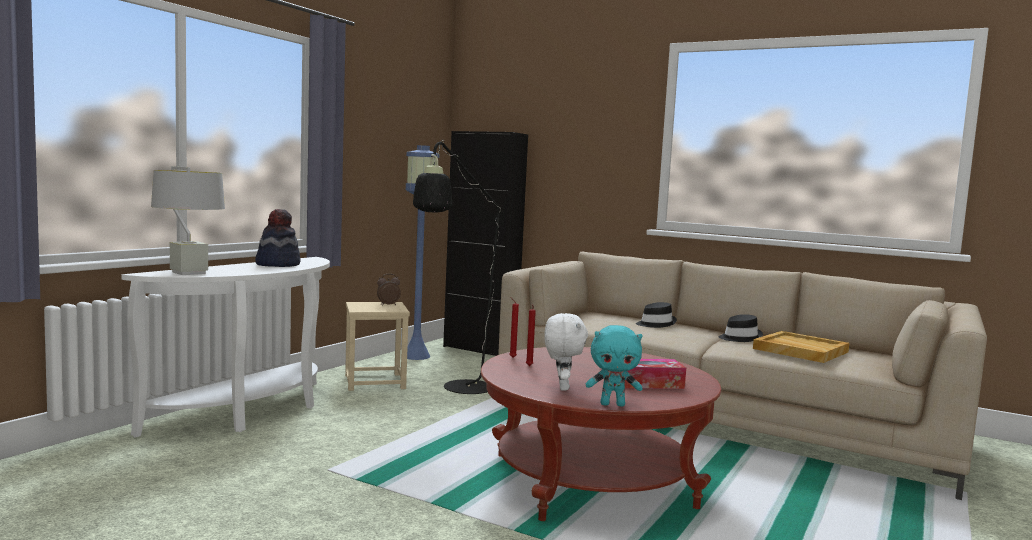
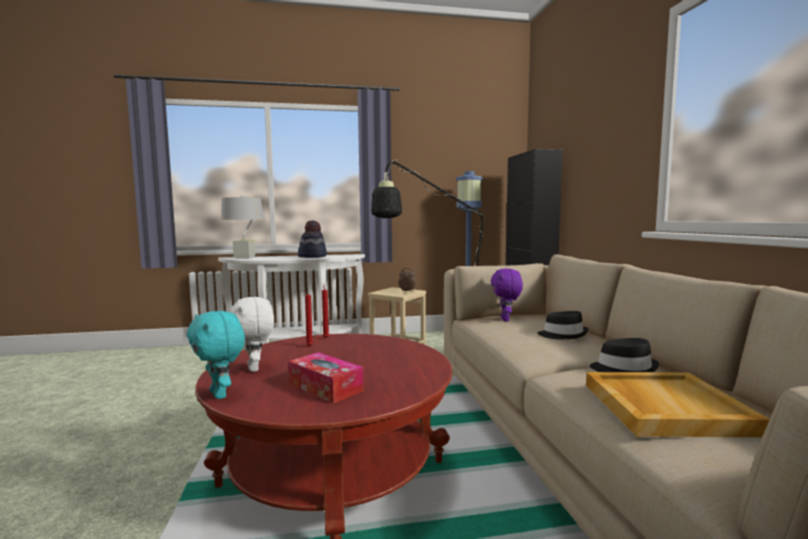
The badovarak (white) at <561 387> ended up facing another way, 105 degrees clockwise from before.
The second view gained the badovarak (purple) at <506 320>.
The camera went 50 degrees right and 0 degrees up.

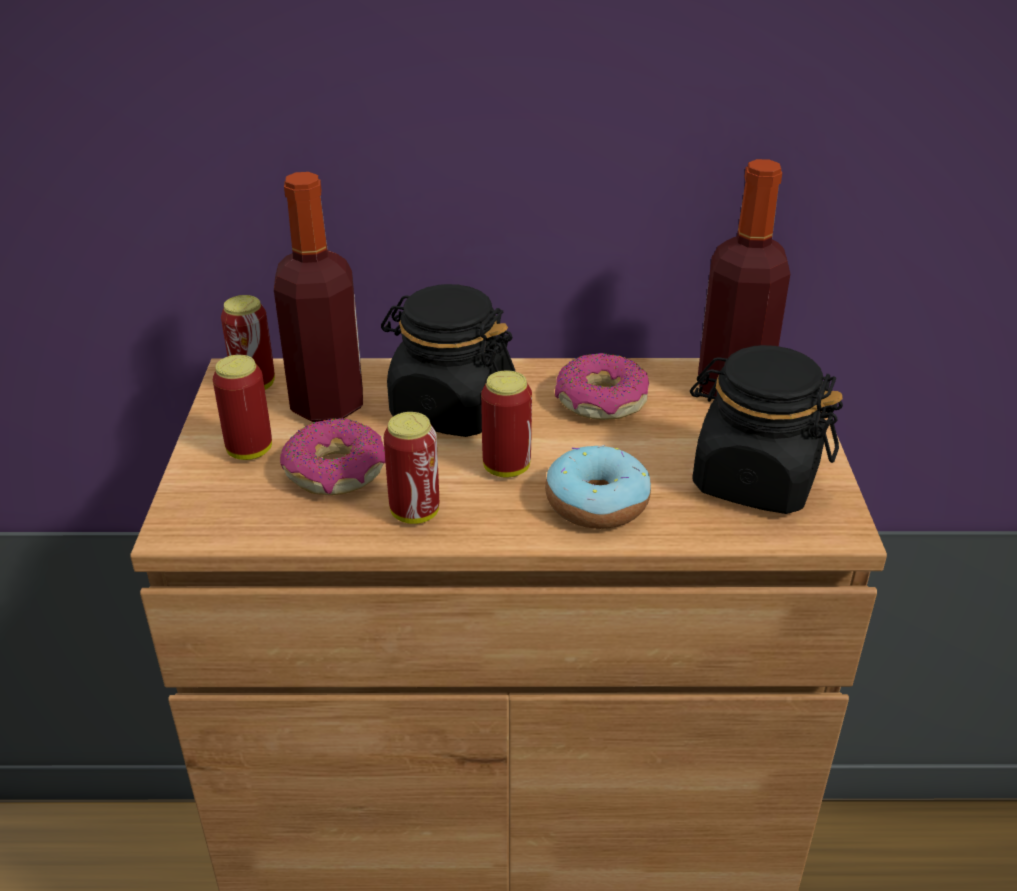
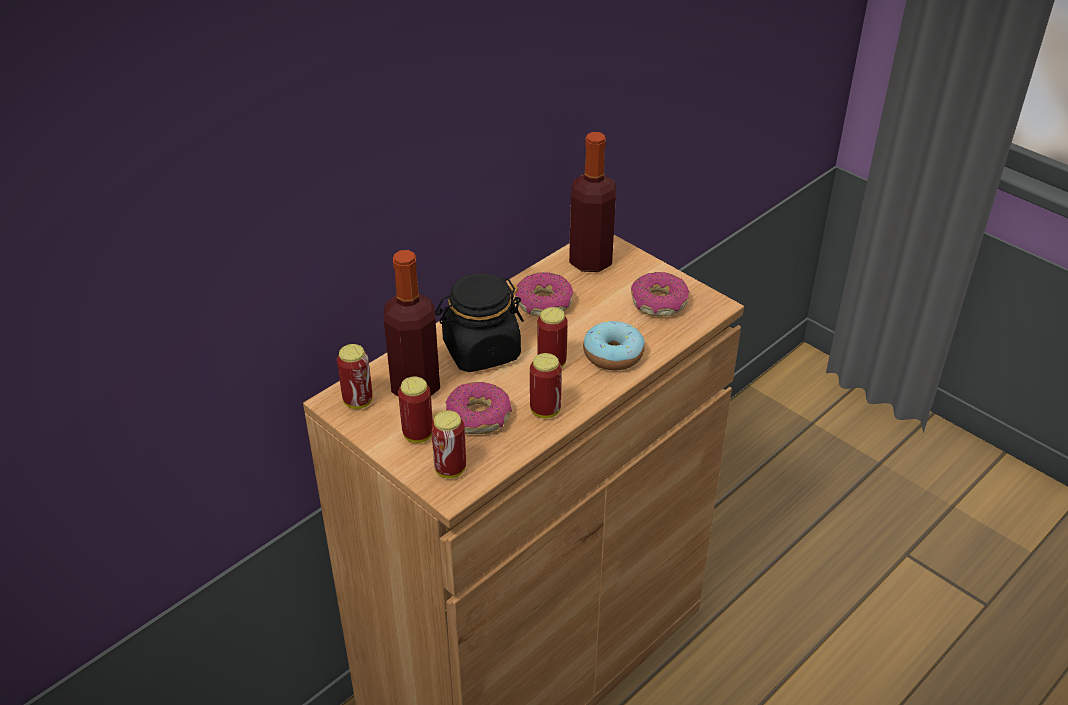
Where the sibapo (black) stood at <754 480>, the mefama came to stand at <658 303>.
The second view gained the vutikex at <450 469>.
The camera went 45 degrees left and 5 degrees up.

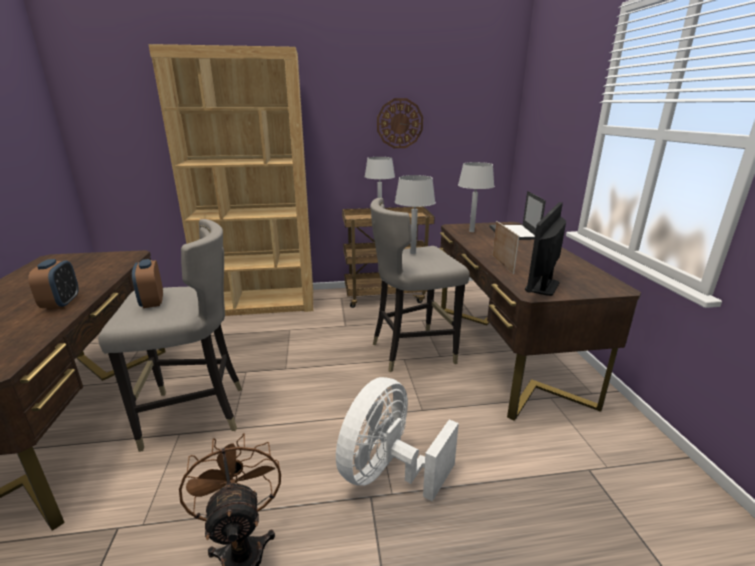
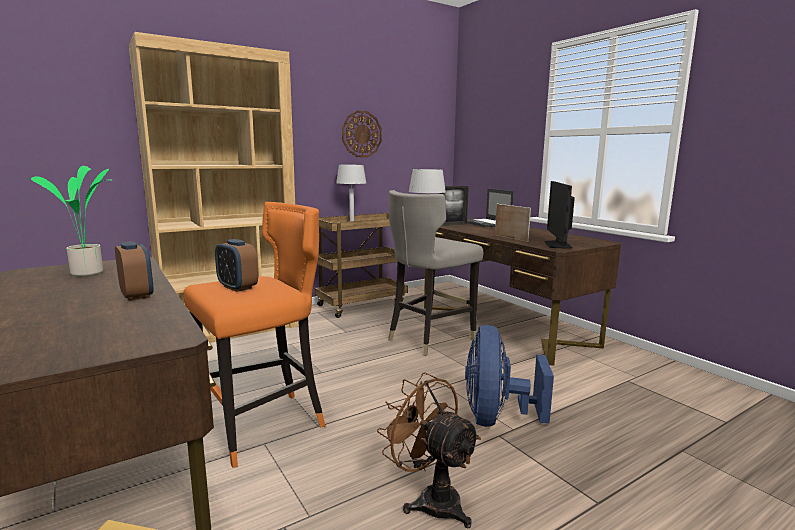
What was the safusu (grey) at <196 414> turned into the safusu (orange) at <264 425>.
What was the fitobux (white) at <388 472> turned into the fitobux (blue) at <496 418>.
Where the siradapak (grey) stood at <472 231>, the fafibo came to stand at <453 224>.
The second view gained the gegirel at <89 273>.
The camera went 25 degrees left and 10 degrees down.

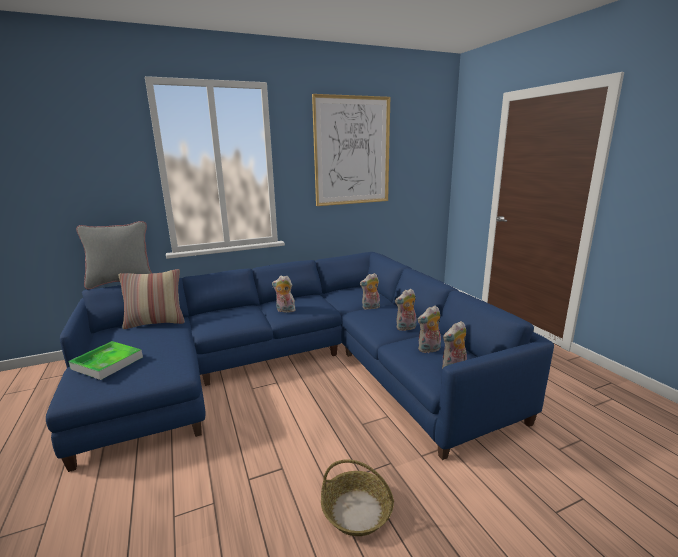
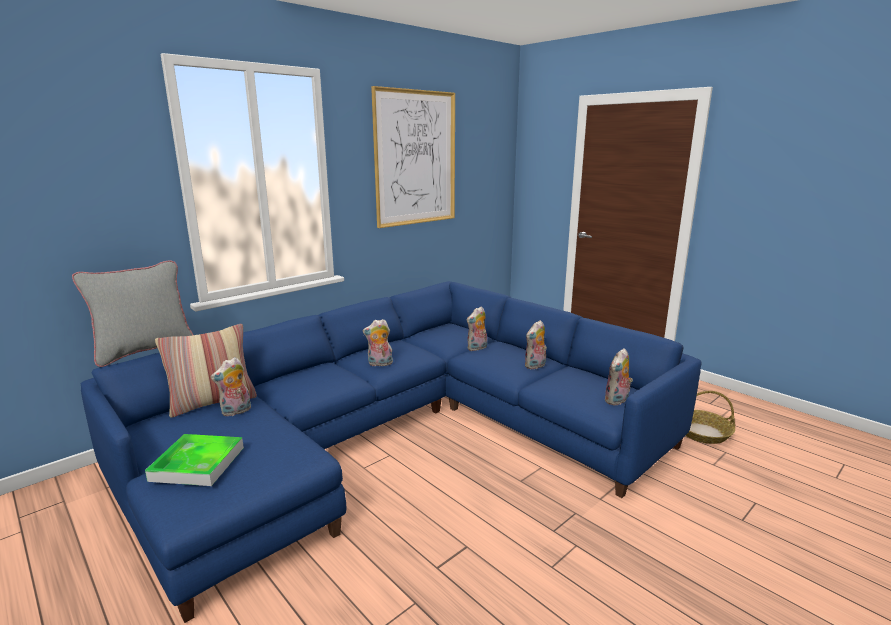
The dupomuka ended up elsewhere, having gone from <357 510> to <702 432>.
The badovarak ended up elsewhere, having gone from <429 350> to <236 412>.
The camera went 20 degrees left and 0 degrees up.

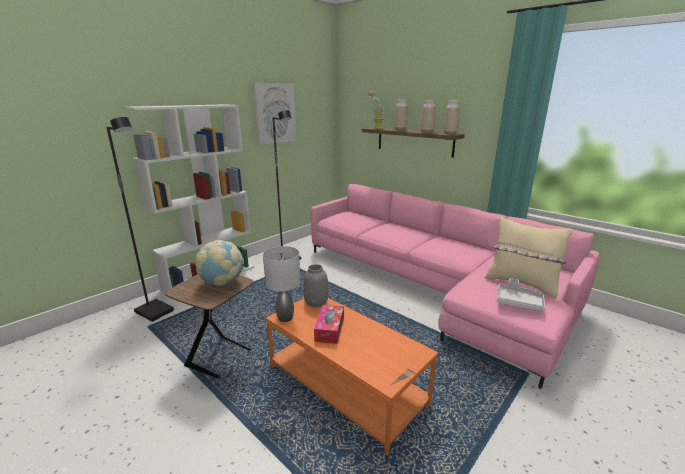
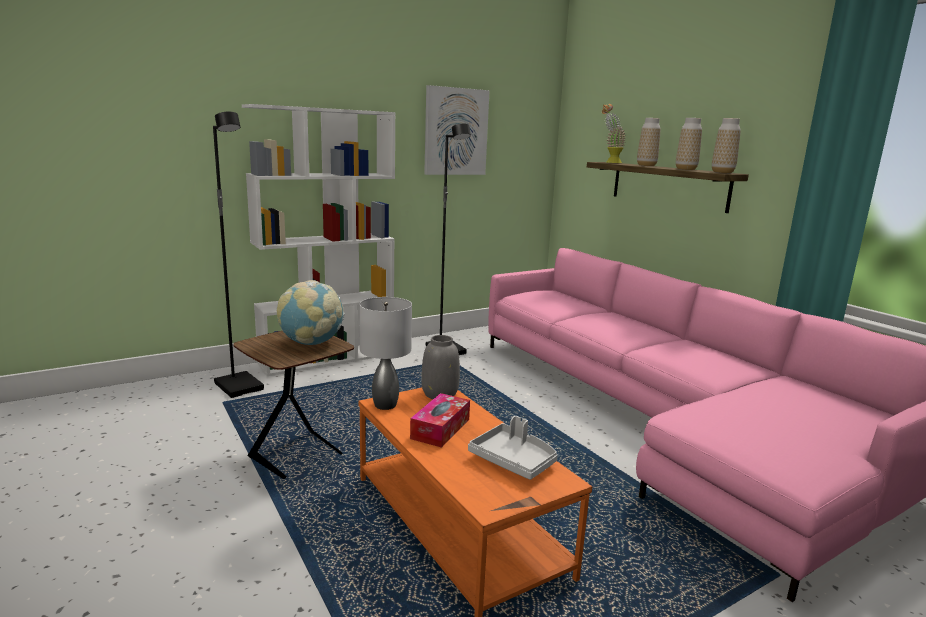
The second view lost the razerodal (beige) at <521 284>.
The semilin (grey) ended up elsewhere, having gone from <518 302> to <514 460>.
The camera went 15 degrees right and 5 degrees down.

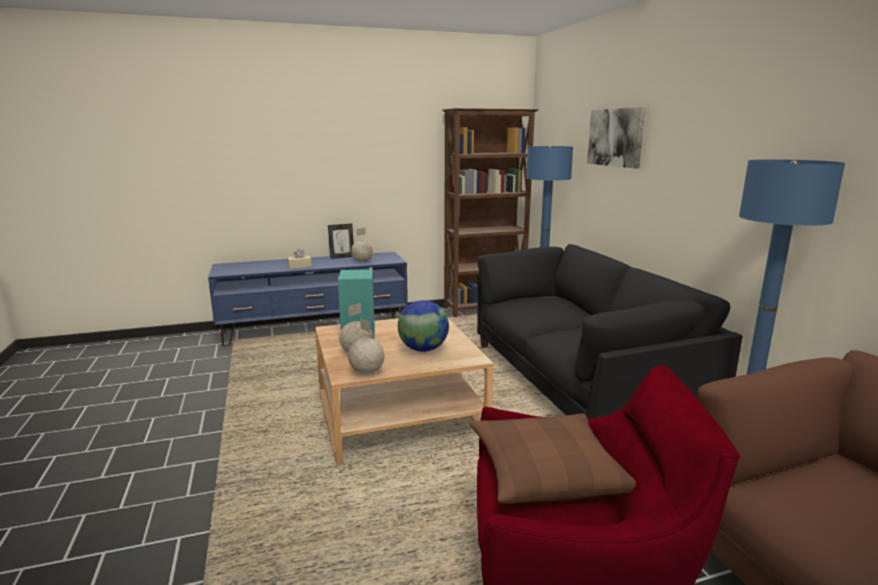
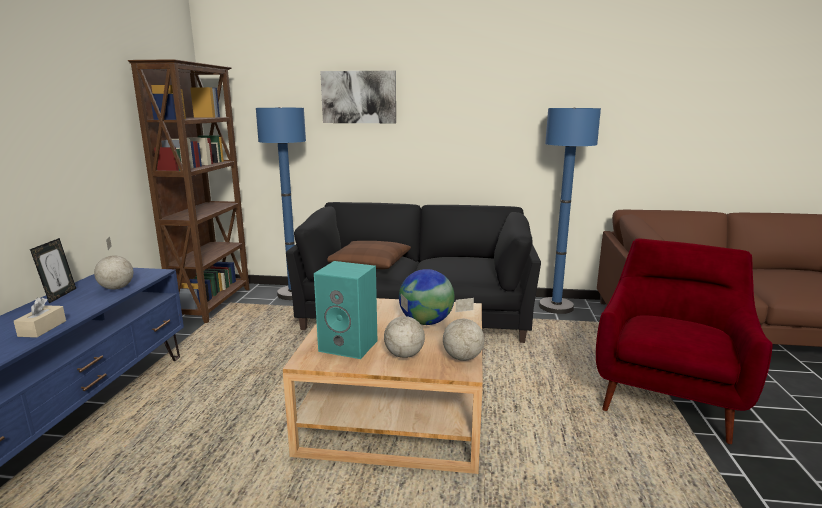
The razerodal (brown) ended up elsewhere, having gone from <546 470> to <369 263>.
The camera went 65 degrees left and 0 degrees up.

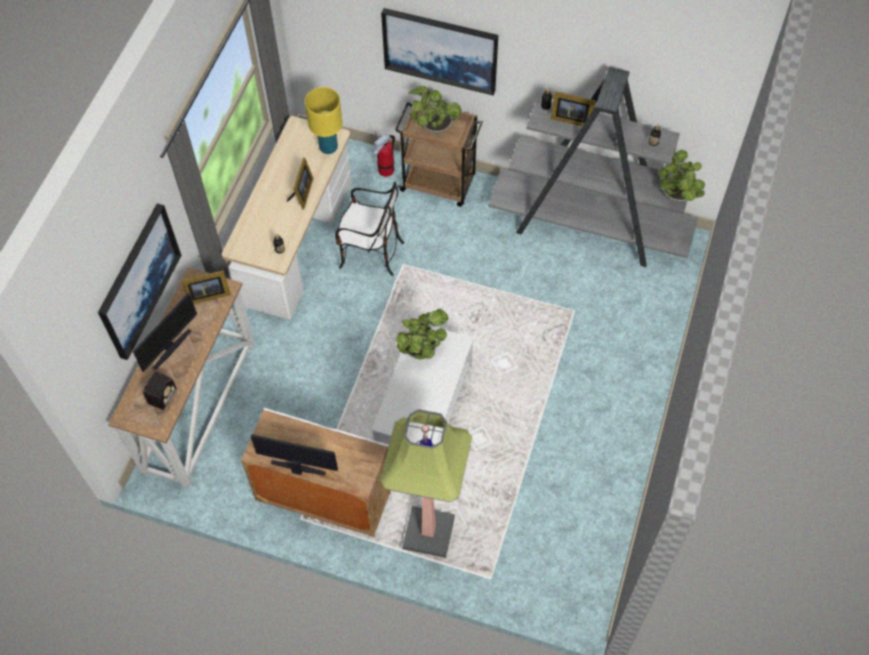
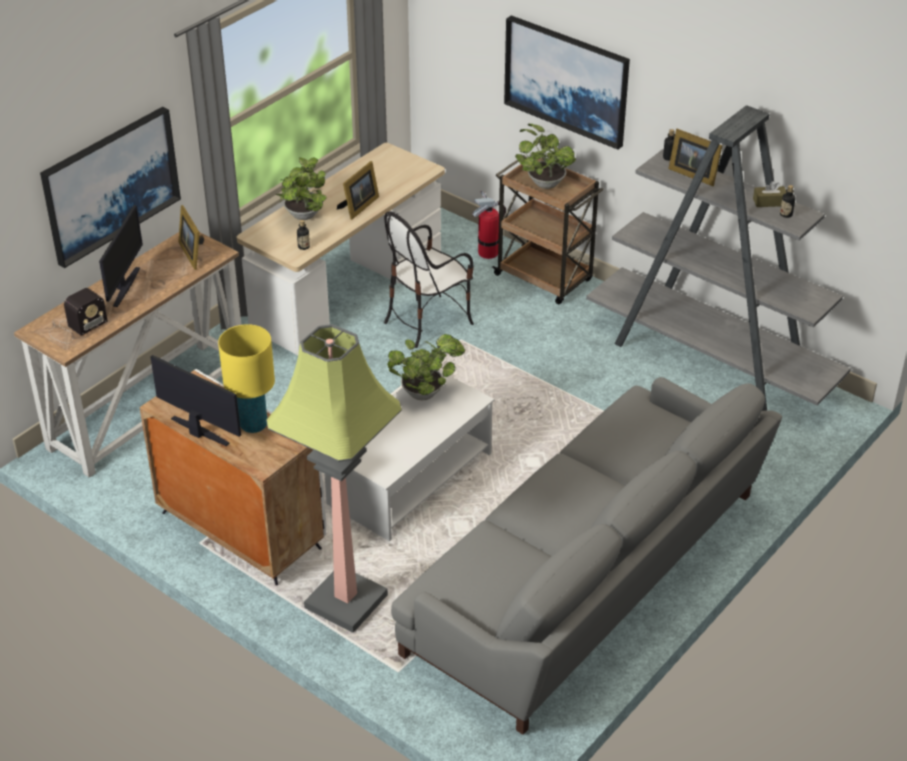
The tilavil at <171 348> ended up facing another way, 45 degrees counterclockwise from before.
The fafibo at <207 295> ended up facing another way, 60 degrees clockwise from before.
The siradapak (yellow) ended up elsewhere, having gone from <328 147> to <254 425>.
The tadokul at <370 253> ended up facing another way, 105 degrees clockwise from before.
The gegirel ended up elsewhere, having gone from <677 197> to <303 217>.
The second view gained the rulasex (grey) at <589 575>.
The second view gained the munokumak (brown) at <769 202>.
The camera went 20 degrees right and 20 degrees down.

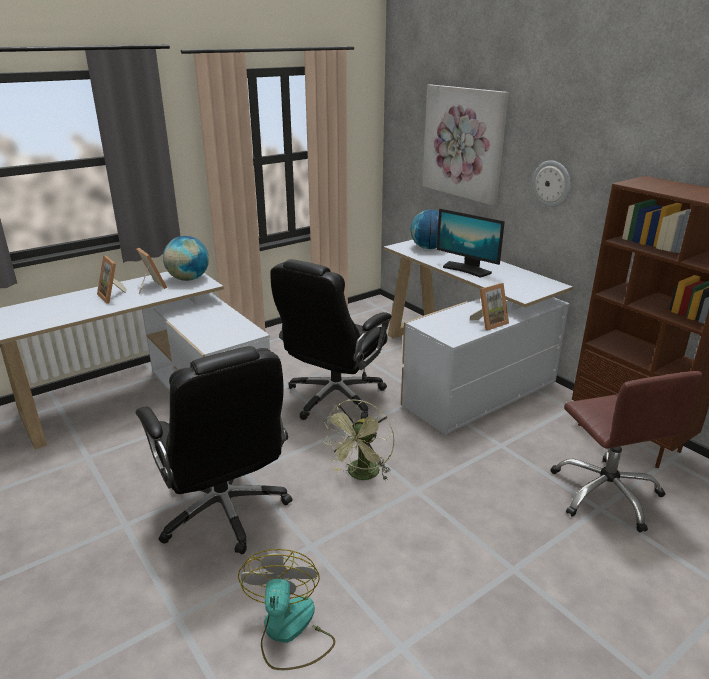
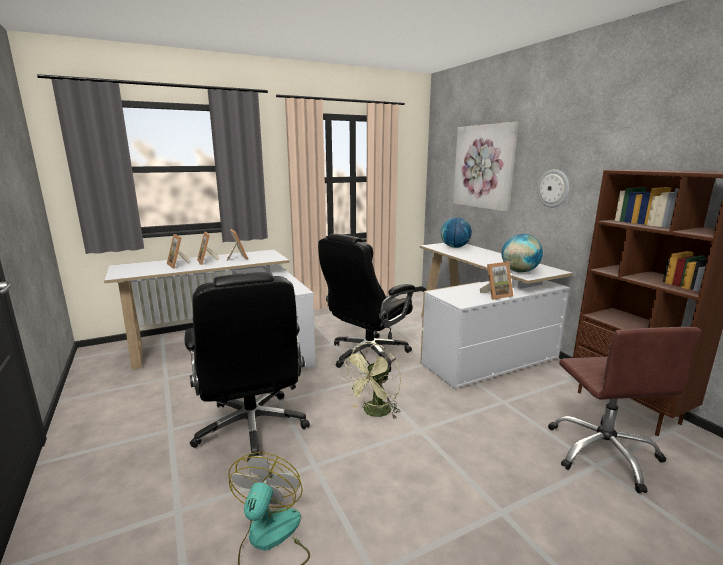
The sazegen ended up elsewhere, having gone from <188 279> to <519 271>.
The second view lost the tilavil at <467 269>.
The second view gained the fafibo at <179 265>.
The camera went 10 degrees right and 10 degrees down.

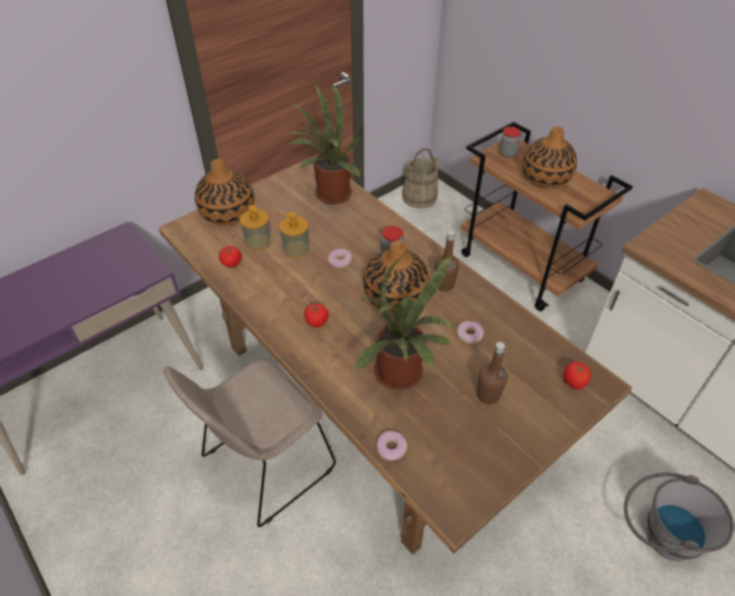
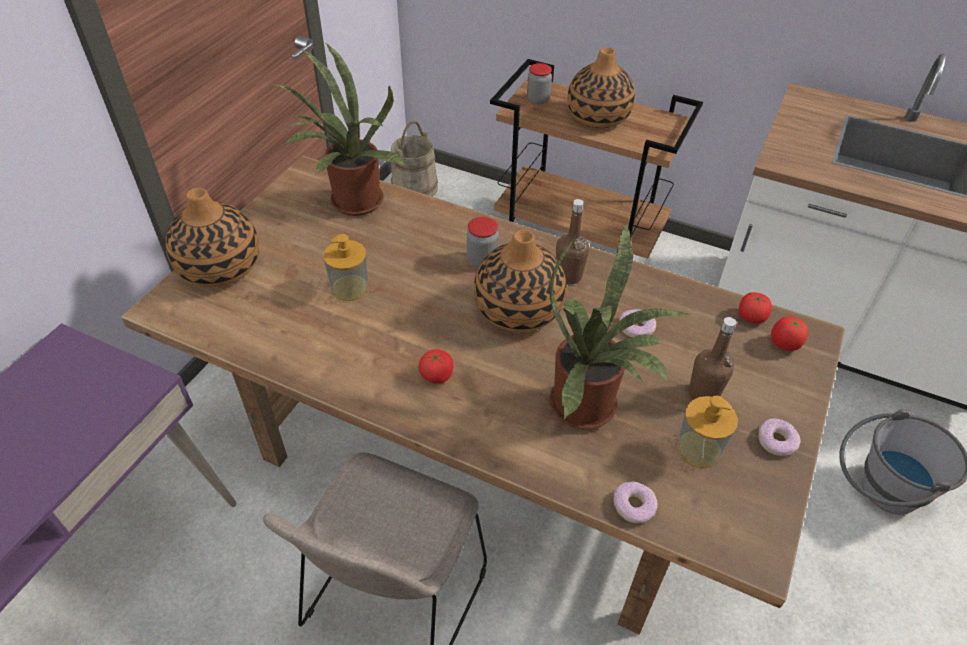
The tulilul ended up elsewhere, having gone from <231 263> to <751 317>.
The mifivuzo ended up elsewhere, having gone from <258 242> to <698 449>.
The mefama ended up elsewhere, having gone from <340 261> to <776 441>.
The camera went 25 degrees left and 0 degrees up.

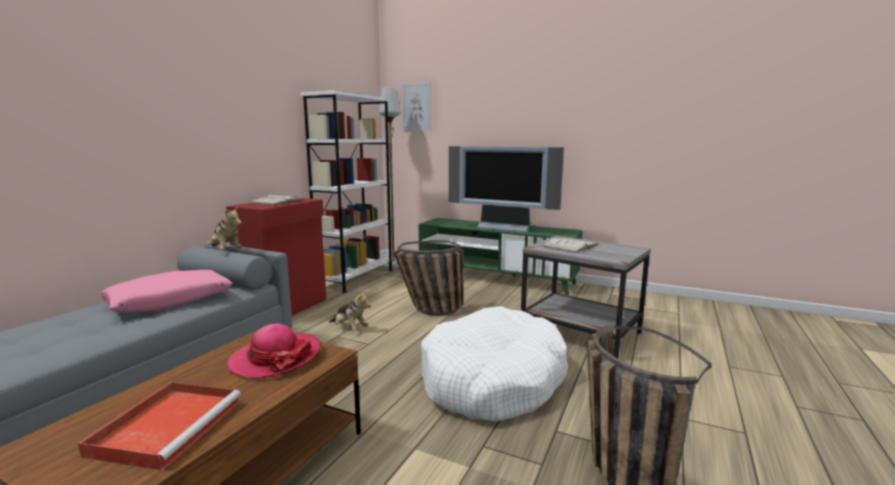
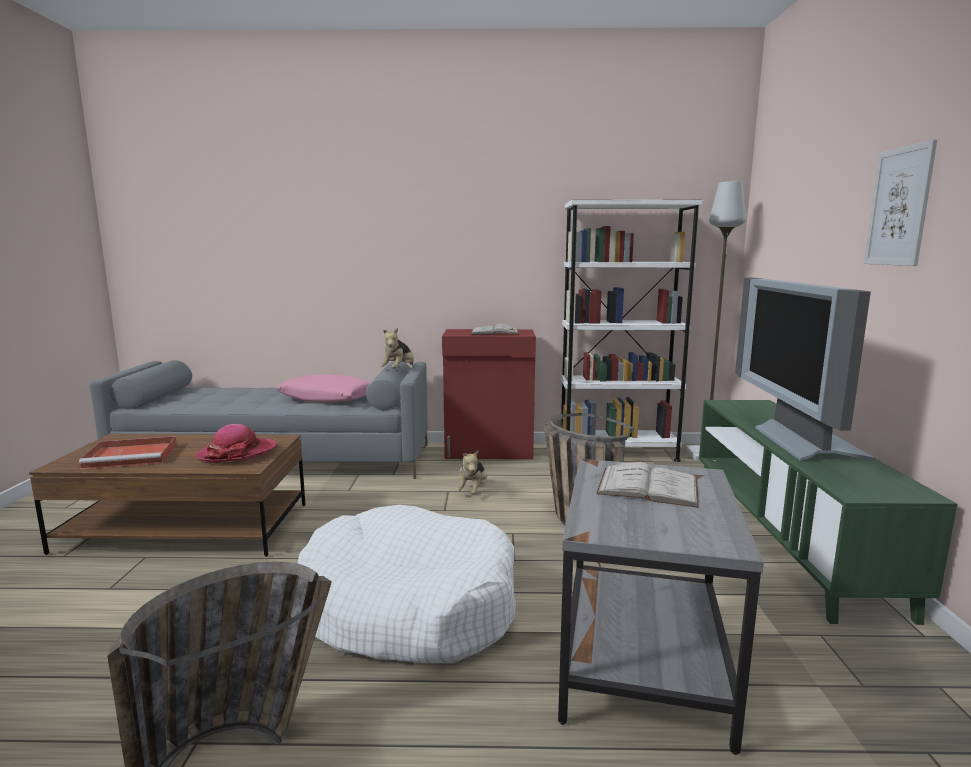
The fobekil ended up elsewhere, having gone from <416 107> to <899 206>.
The camera went 65 degrees right and 0 degrees up.

